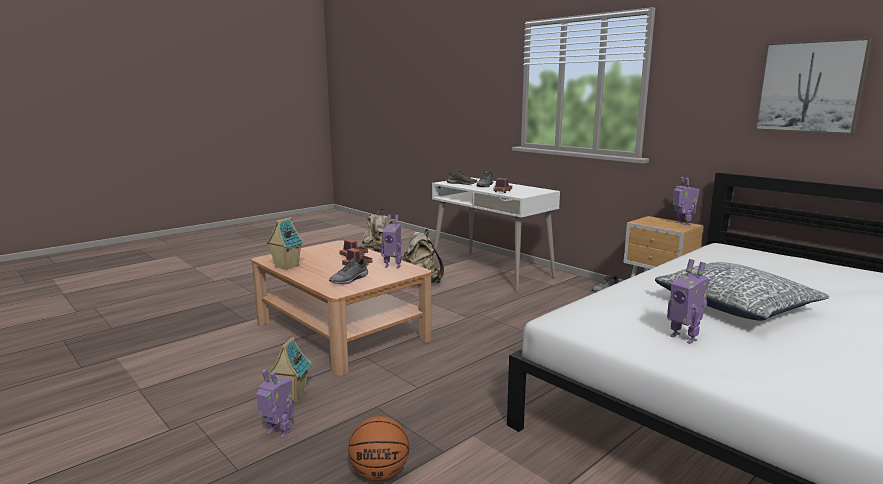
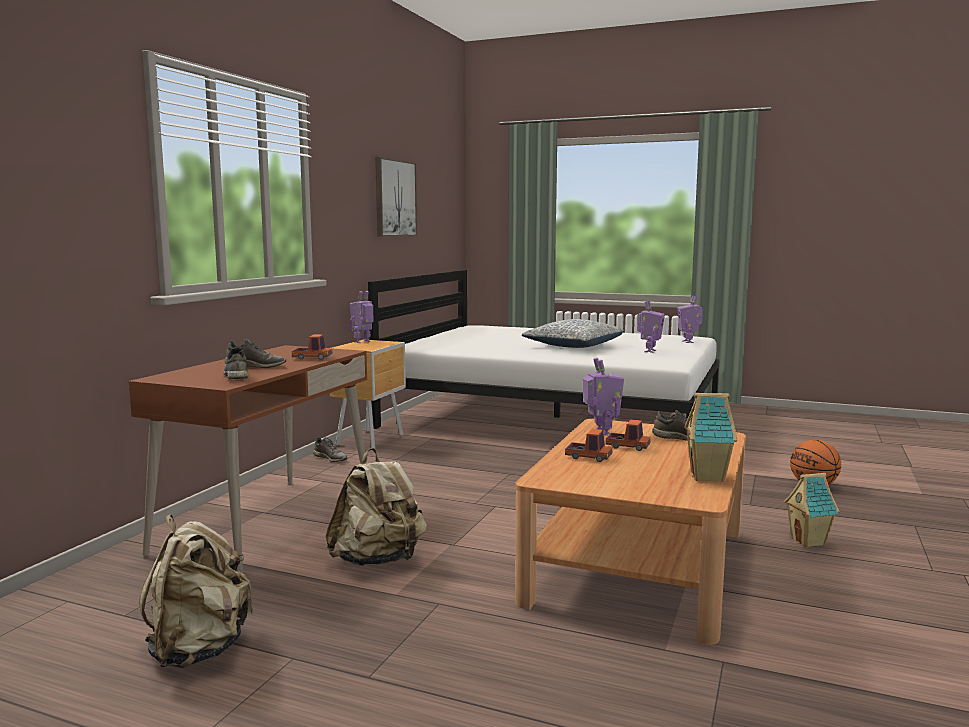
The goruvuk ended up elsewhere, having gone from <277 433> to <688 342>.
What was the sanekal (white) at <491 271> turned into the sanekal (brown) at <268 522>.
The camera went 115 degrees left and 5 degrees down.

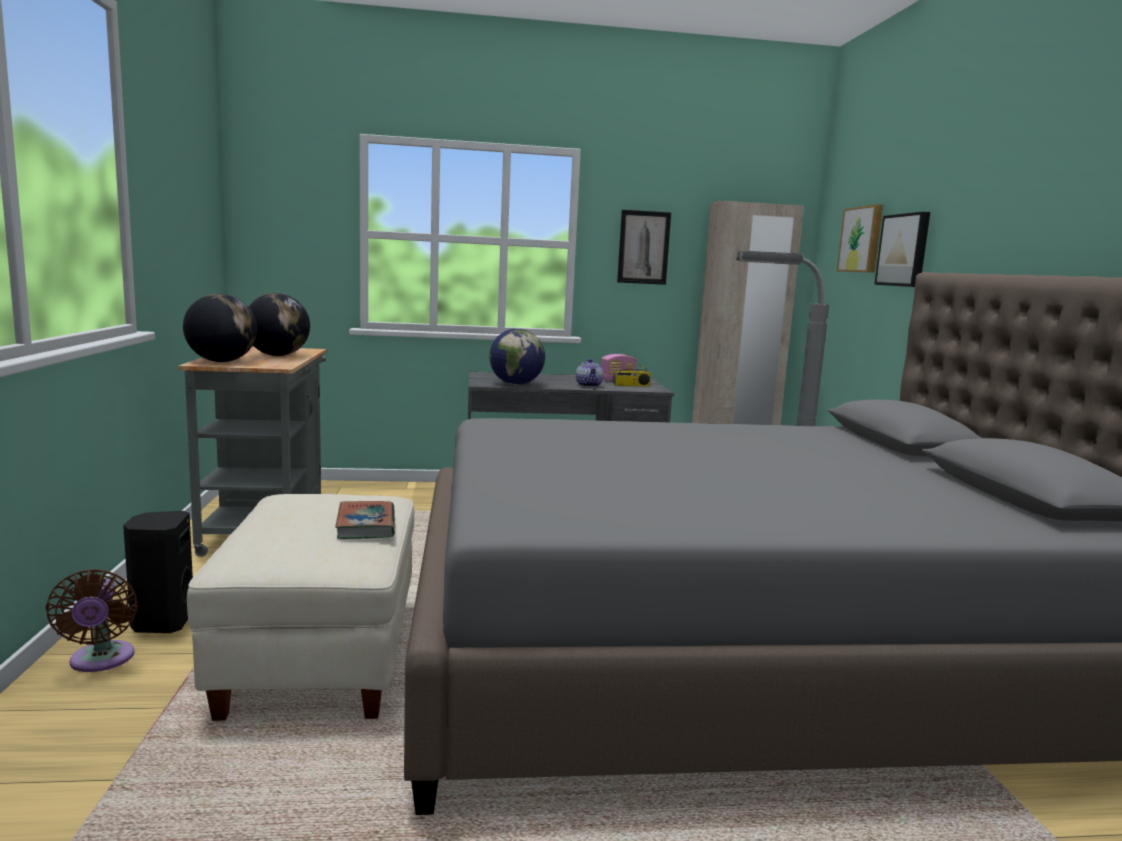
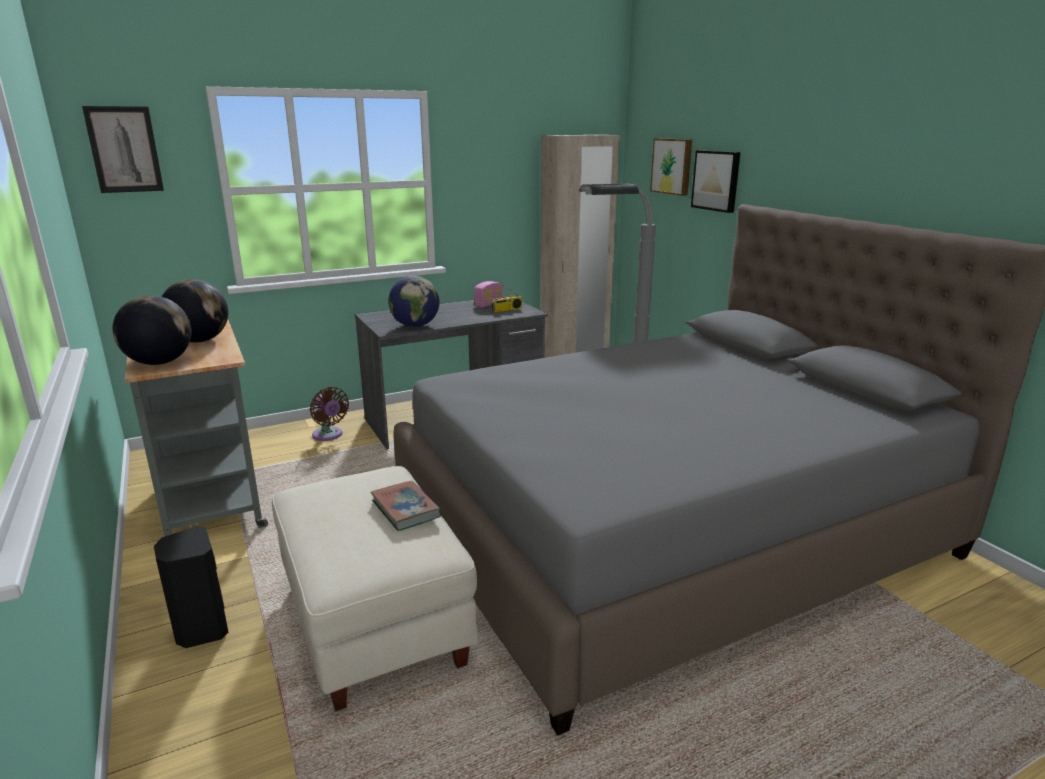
The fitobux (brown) ended up elsewhere, having gone from <100 661> to <329 435>.
The second view lost the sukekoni at <589 386>.
The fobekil ended up elsewhere, having gone from <643 247> to <124 149>.
The camera went 20 degrees left and 10 degrees up.

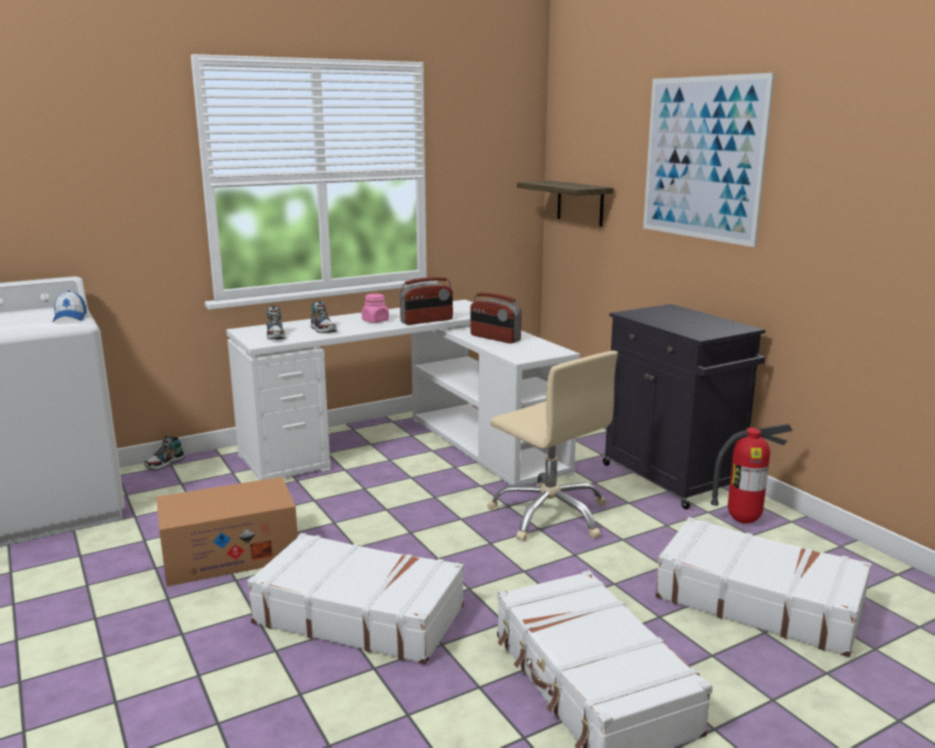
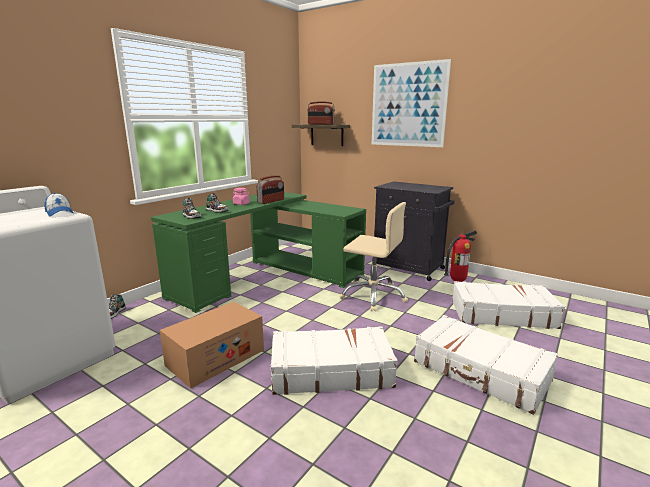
What was the sanekal (white) at <413 447> turned into the sanekal (green) at <268 276>.
The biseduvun ended up elsewhere, having gone from <494 338> to <320 124>.
The camera went 25 degrees left and 0 degrees up.

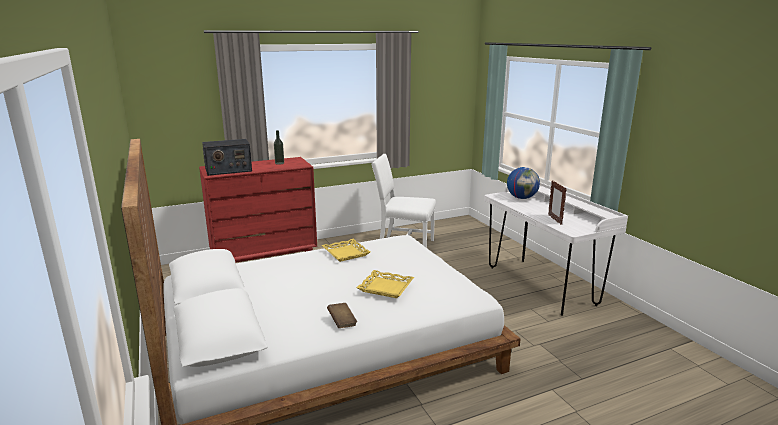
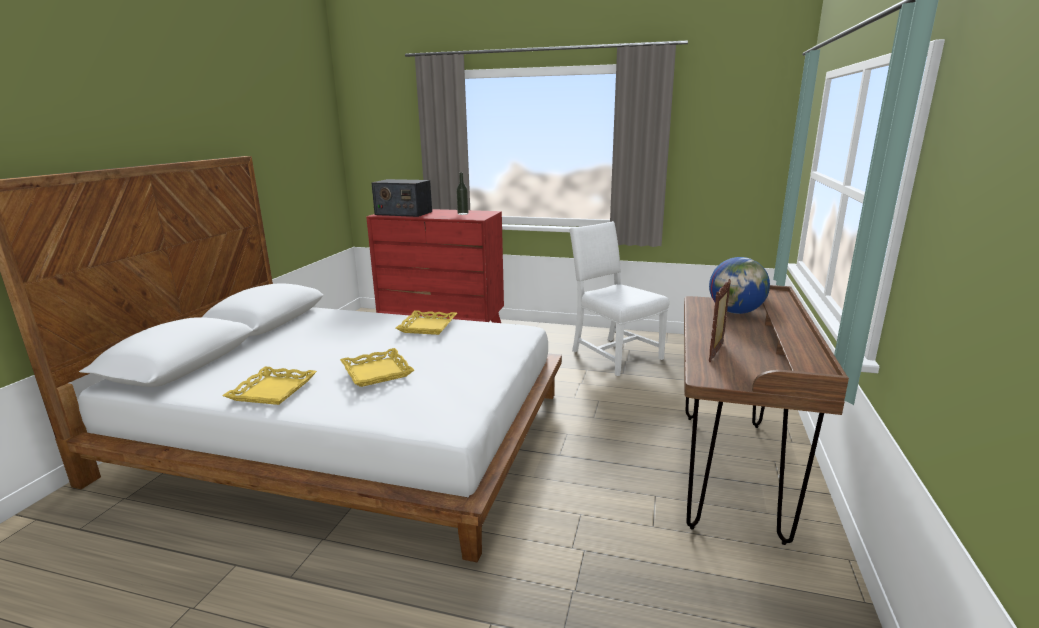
Where the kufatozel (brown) stood at <342 322>, the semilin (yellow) came to stand at <272 390>.
What was the sanekal (white) at <540 285> turned into the sanekal (brown) at <730 471>.
The camera went 40 degrees right and 0 degrees up.

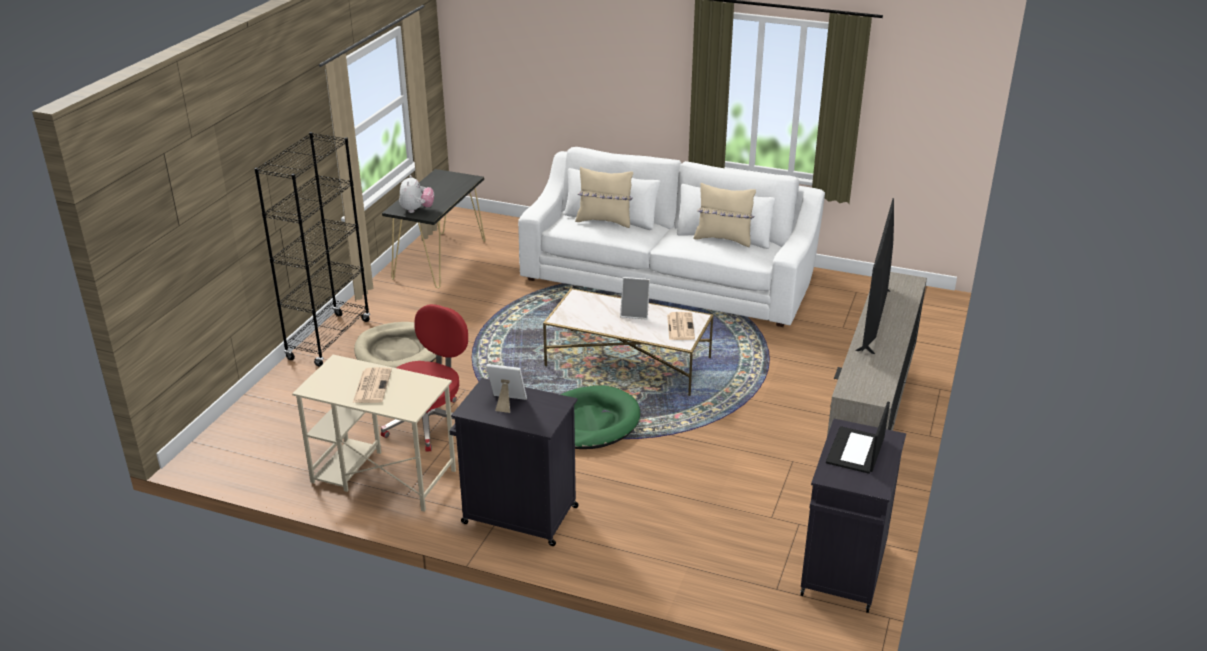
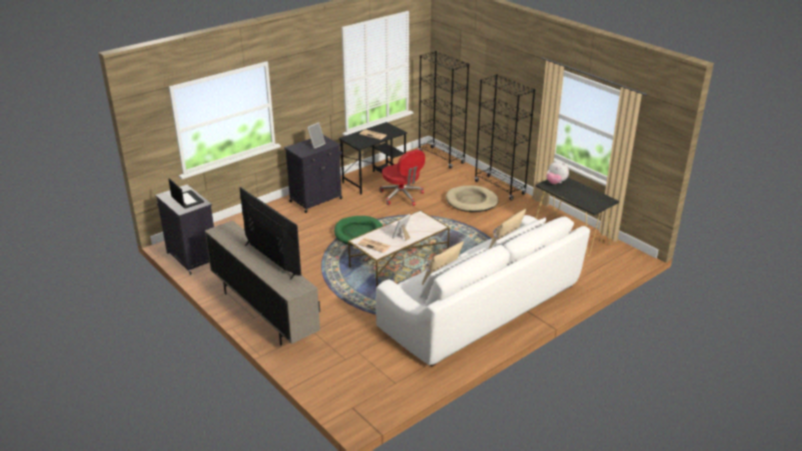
What was the sanekal (beige) at <382 476> turned into the sanekal (black) at <374 179>.
The second view gained the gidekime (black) at <441 158>.
The camera went 120 degrees right and 0 degrees up.

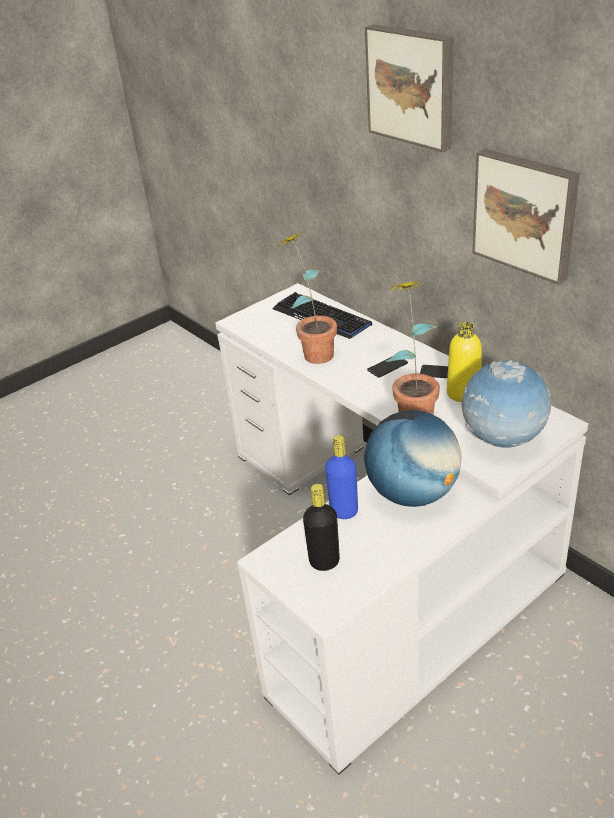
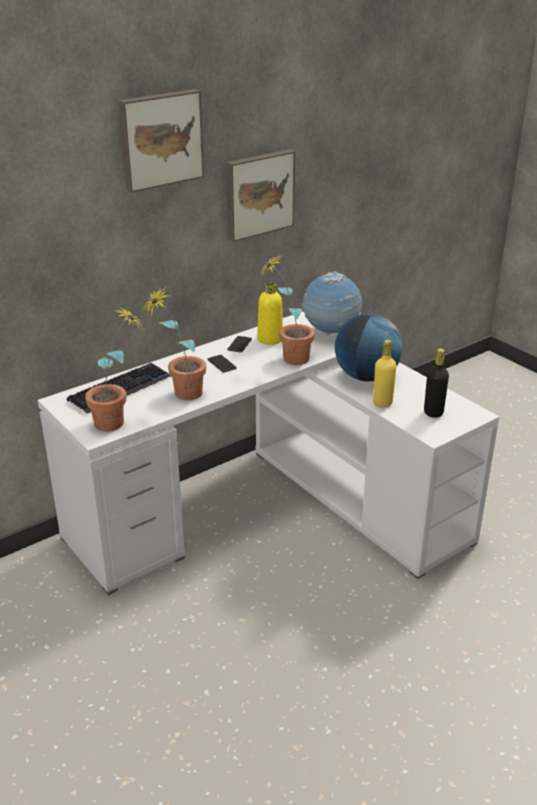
What was the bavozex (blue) at <344 511> turned into the bavozex (yellow) at <382 403>.
The second view gained the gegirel at <118 422>.
The camera went 90 degrees left and 5 degrees down.

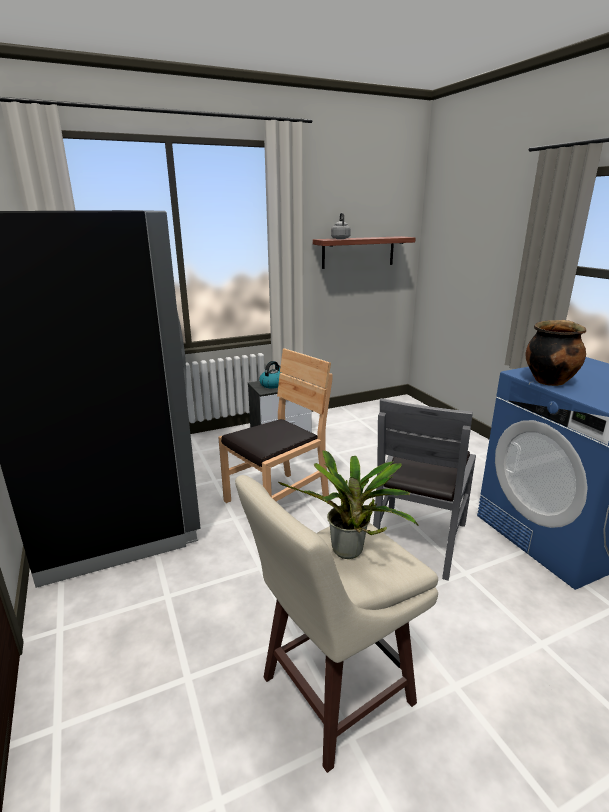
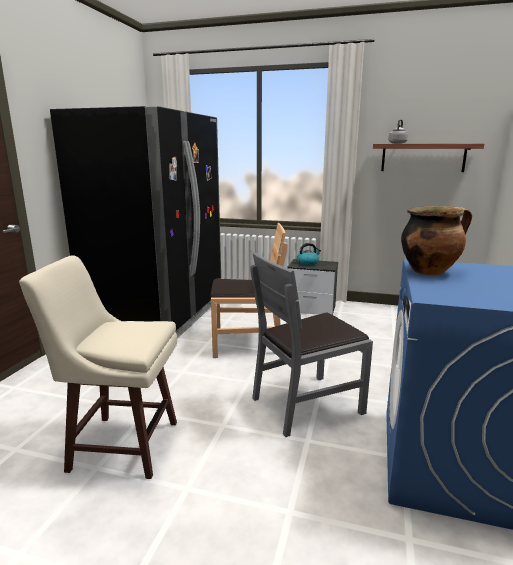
The second view lost the gegirel at <349 554>.
The camera went 40 degrees right and 5 degrees down.

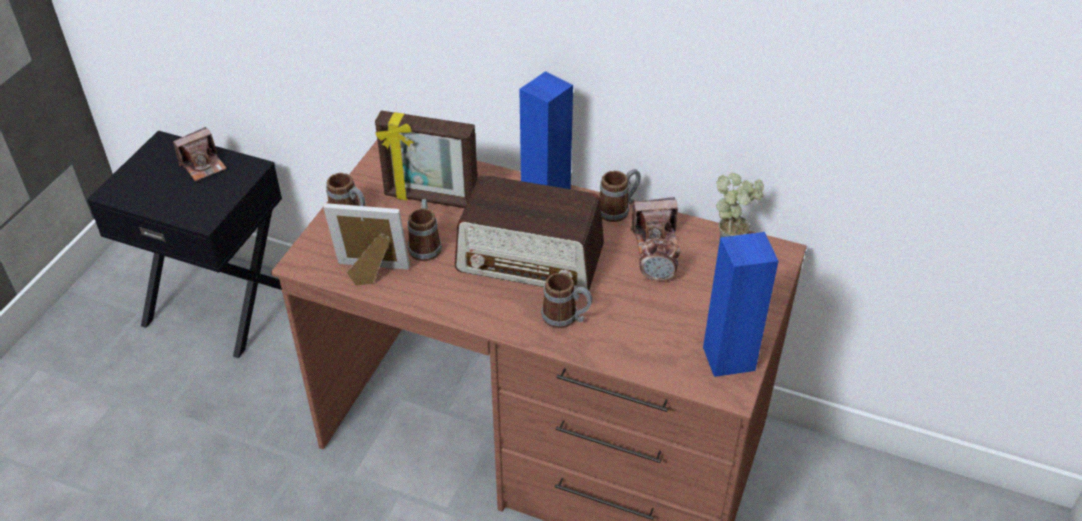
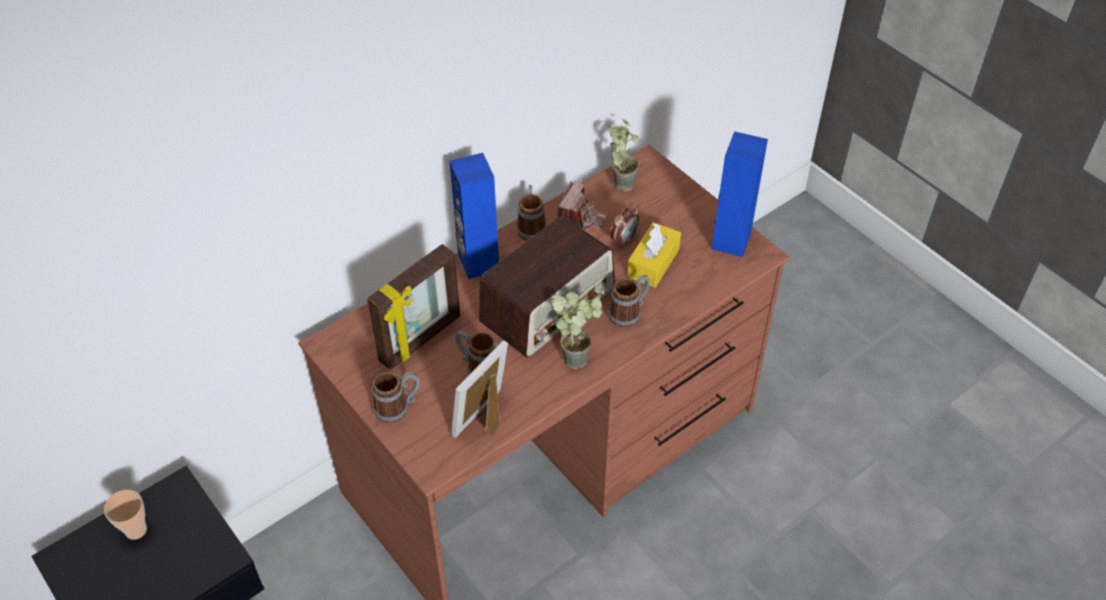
Where the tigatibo stood at <203 165>, the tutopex came to stand at <136 530>.
The second view gained the gegirel at <578 355>.
The second view gained the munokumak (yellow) at <653 263>.
The camera went 60 degrees left and 5 degrees up.

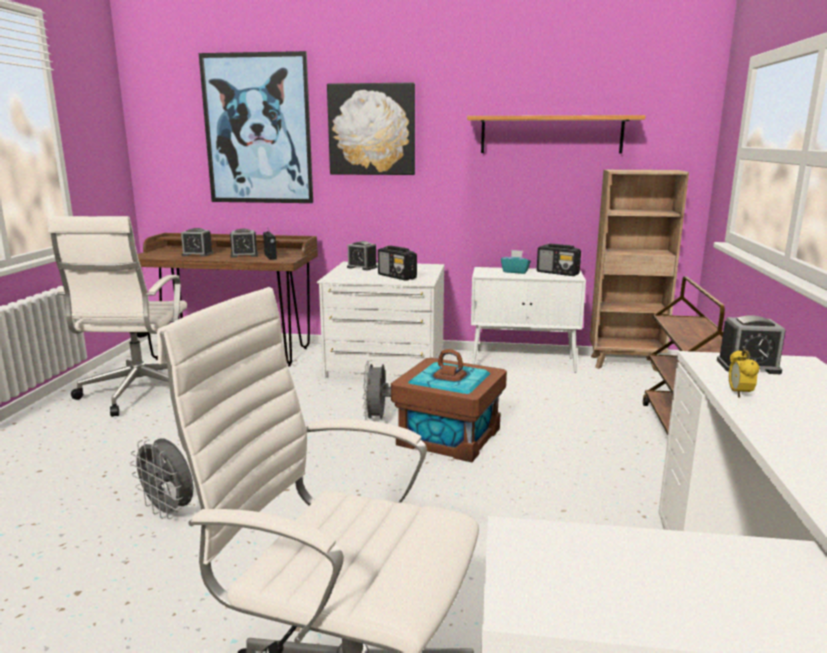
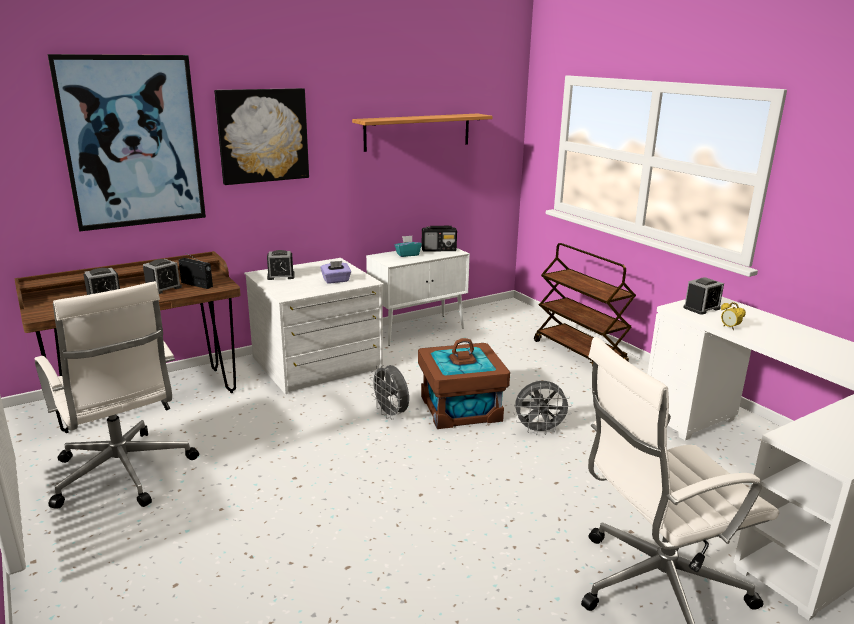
The fitobux (grey) ended up elsewhere, having gone from <169 511> to <539 430>.
Where the biseduvun stood at <397 277>, the munokumak (purple) came to stand at <336 281>.
The second view lost the gidekime (brown) at <626 364>.
The camera went 40 degrees left and 5 degrees up.

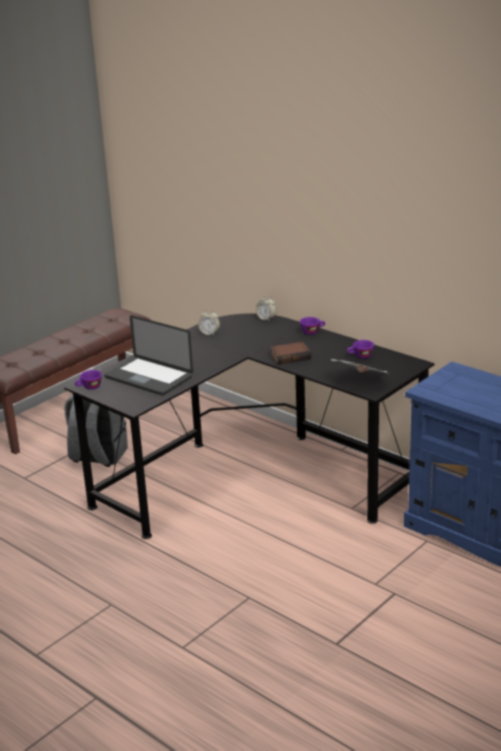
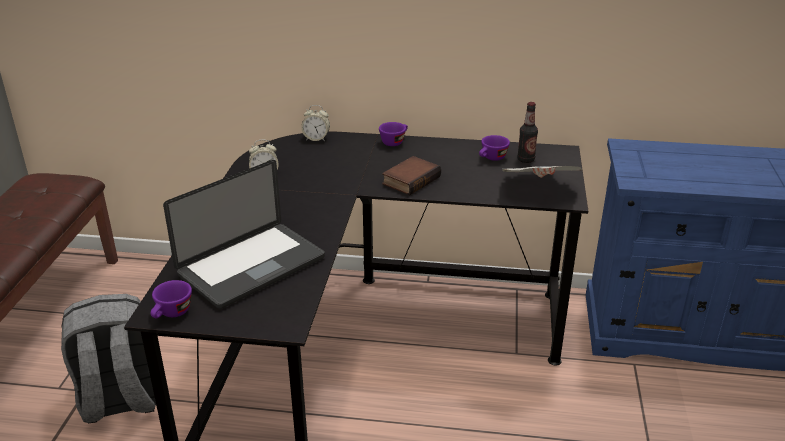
The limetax at <148 377> ended up facing another way, 45 degrees counterclockwise from before.
The second view gained the bavozex at <525 160>.
The camera went 35 degrees left and 5 degrees up.

